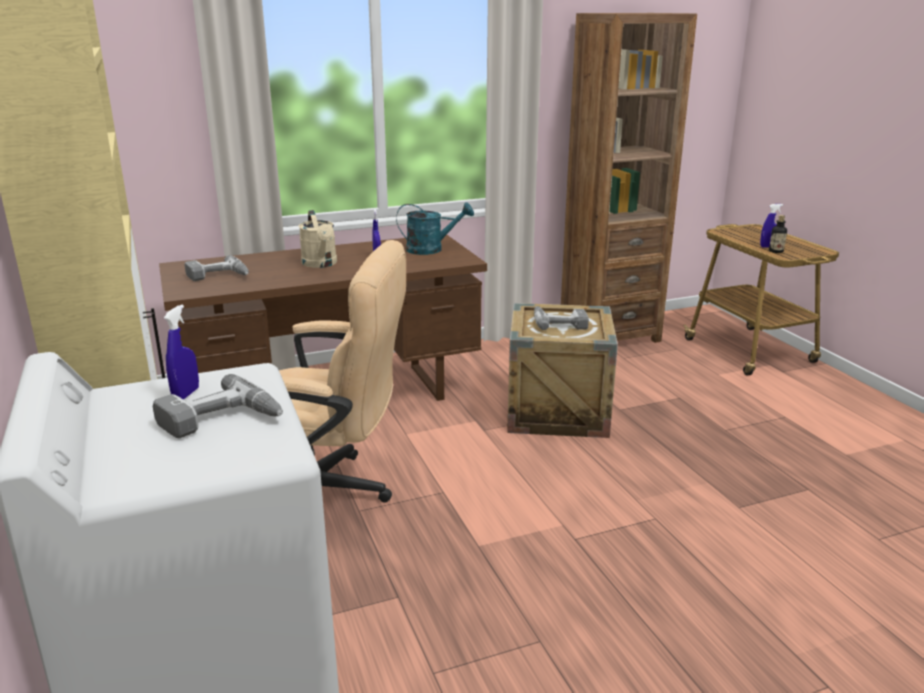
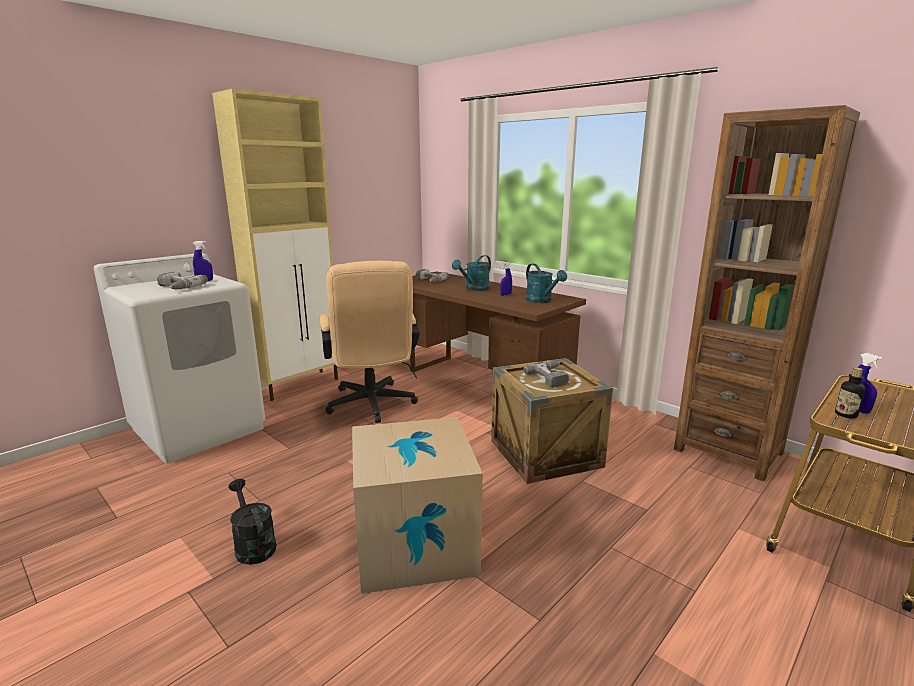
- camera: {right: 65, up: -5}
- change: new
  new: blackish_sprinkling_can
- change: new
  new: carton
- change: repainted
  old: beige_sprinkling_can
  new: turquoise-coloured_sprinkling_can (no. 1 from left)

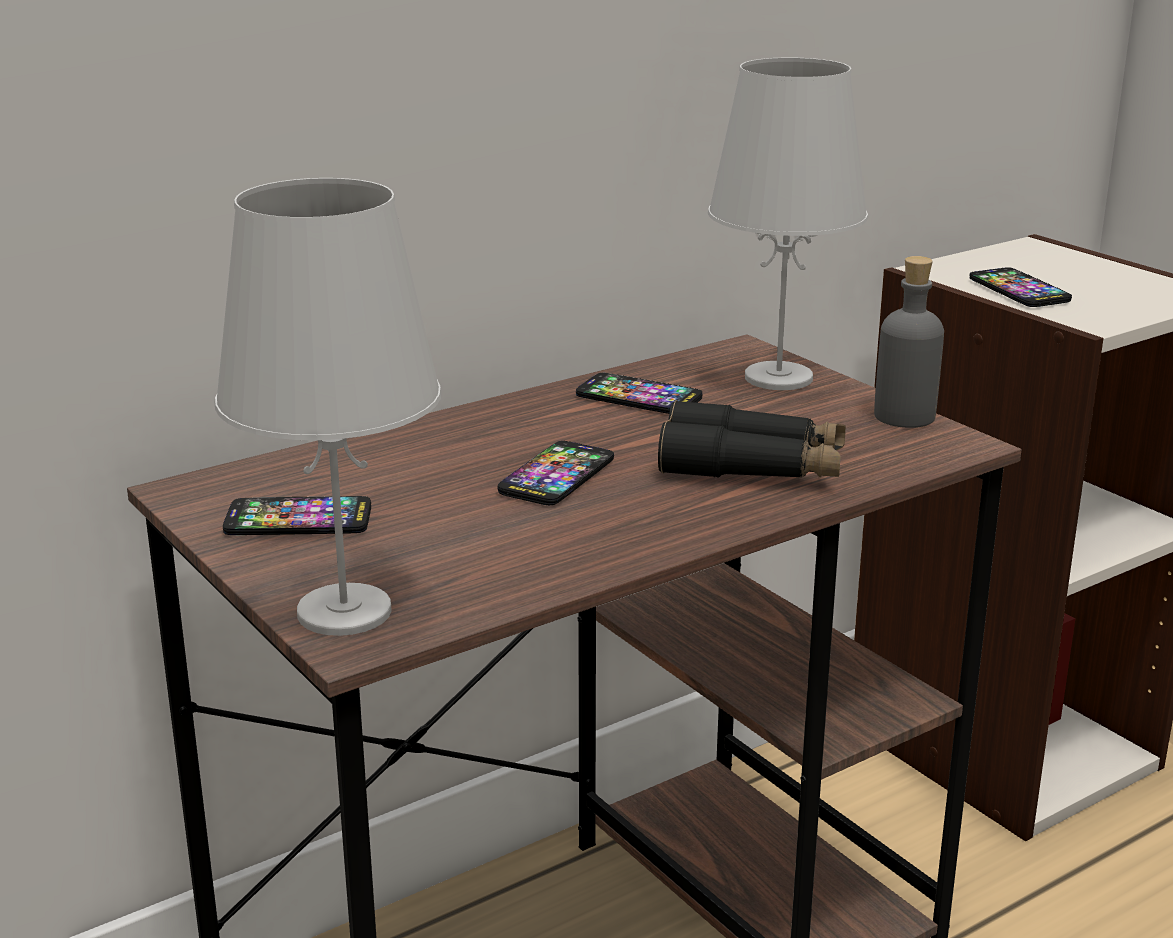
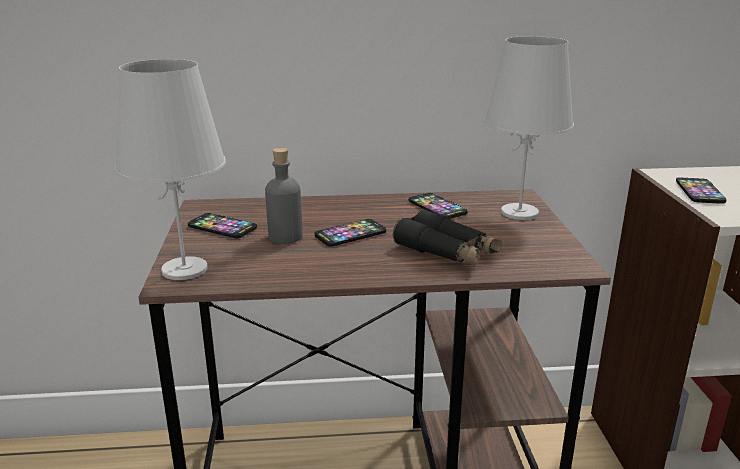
- camera: {right: 30, up: 0}
- change: shifted
  old: greyish_beverage_bottle

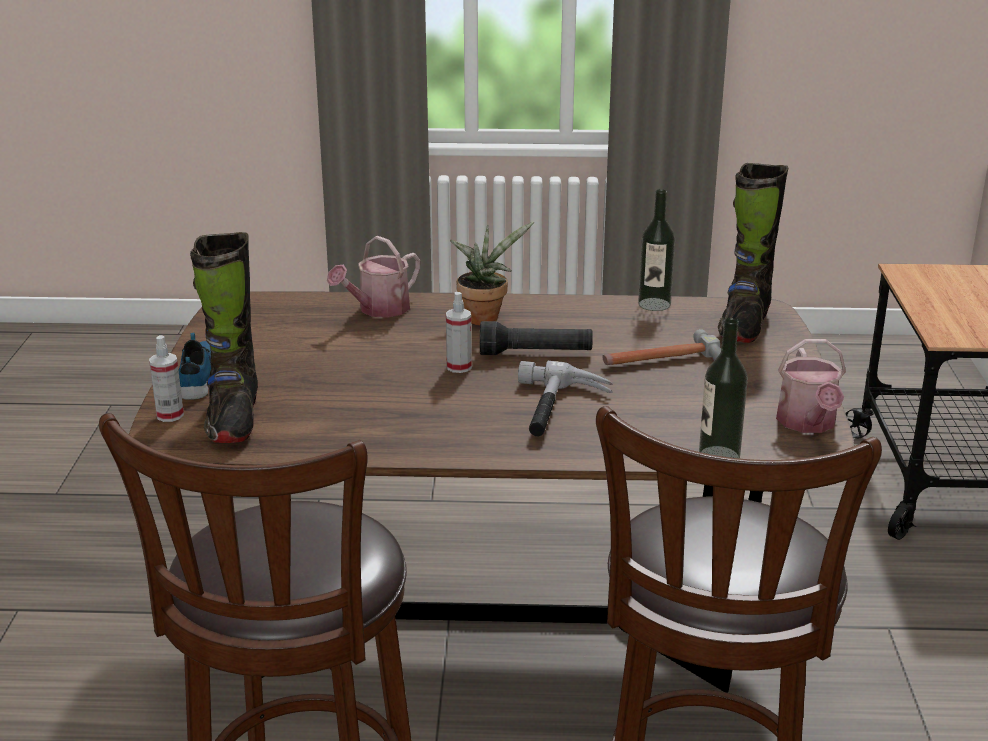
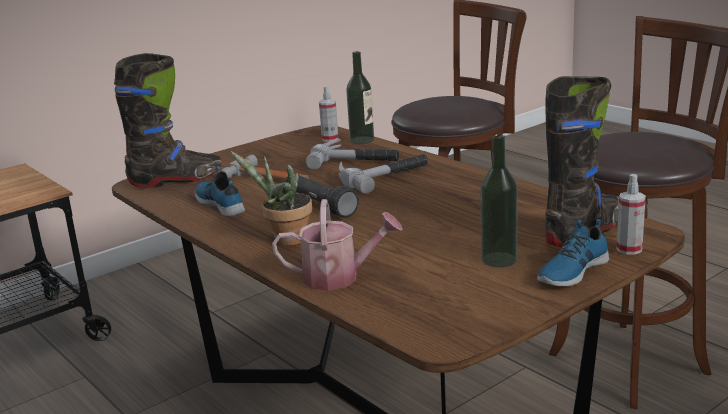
- camera: {right: -130, up: -5}
- change: gone
  old: sprinkling_can (no. 2 from left)
- change: new
  new: shoe (no. 1 from left)
- change: new
  new: hand_hammer (no. 2 from left)
- change: shifted
  old: sprayer (no. 2 from left in the first image)
  new: sprayer (no. 1 from left)
- change: shifted
  old: beverage_bottle (no. 1 from left in the first image)
  new: beverage_bottle (no. 2 from left)

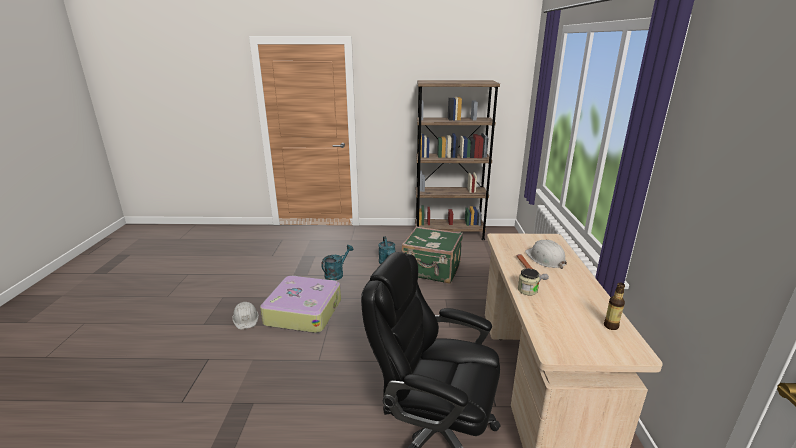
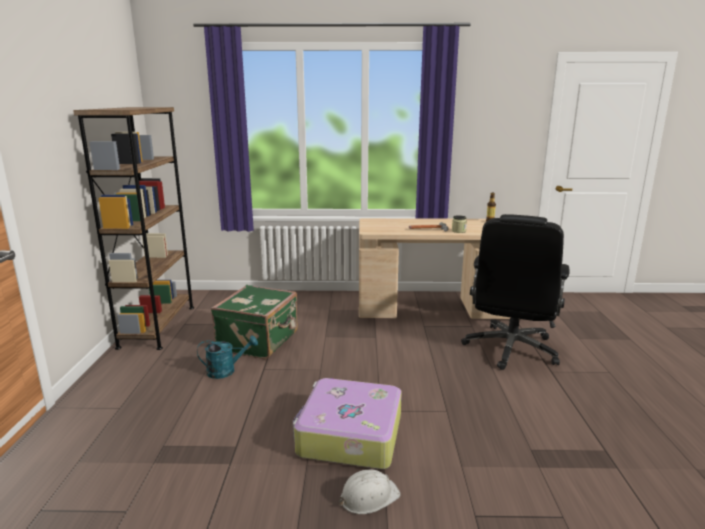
- camera: {right: -90, up: -5}
- change: gone
  old: turquoise-coloured_sprinkling_can (no. 1 from left)
- change: gone
  old: white_hard_hat (no. 2 from left)

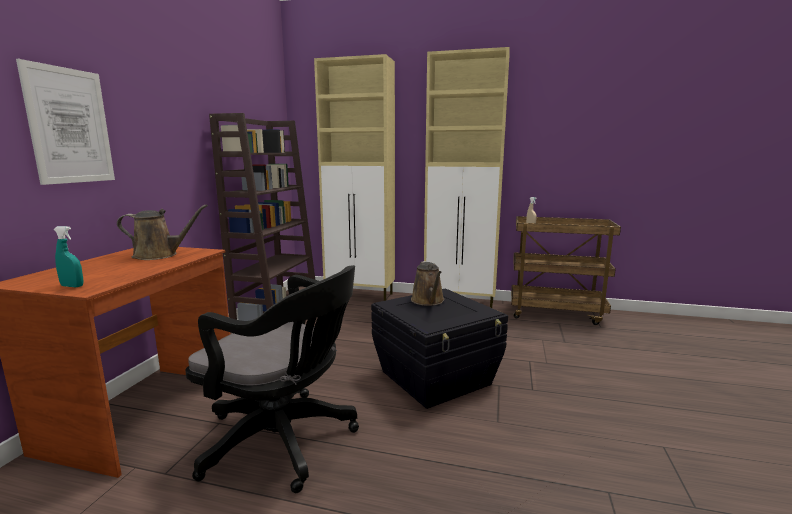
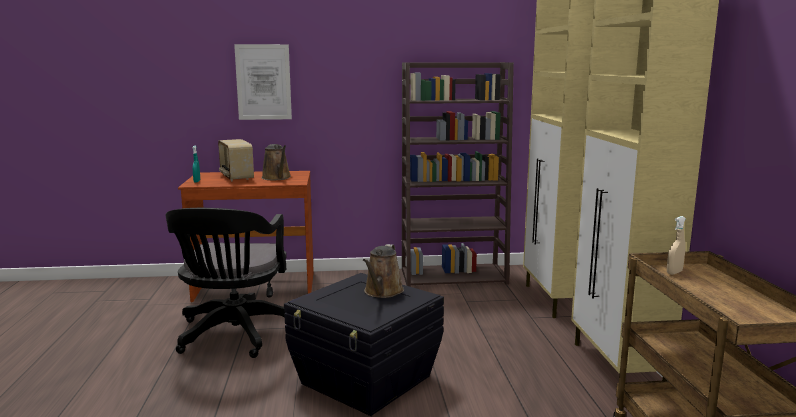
- camera: {right: 70, up: 0}
- change: new
  new: radio_receiver
- change: rotated
  old: brown-coloured_sprinkling_can (no. 2 from left)
  degrees: -45

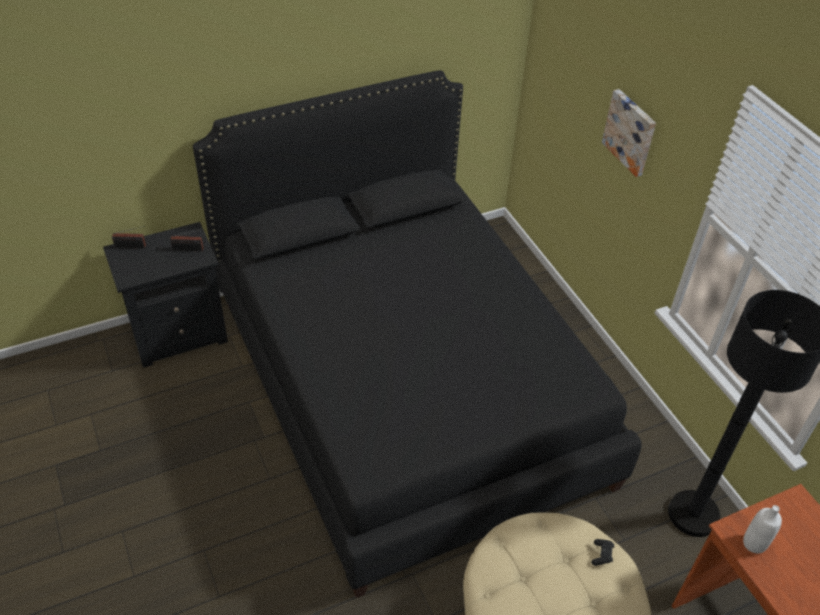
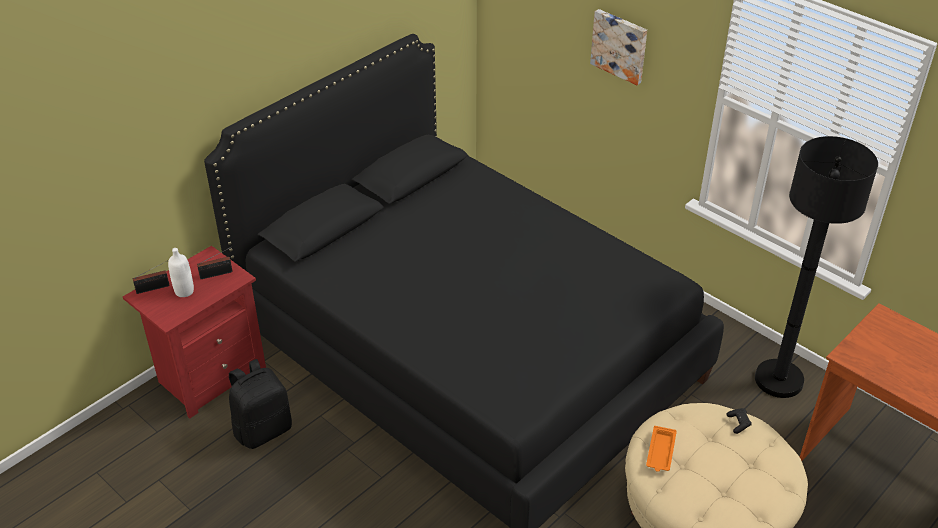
- camera: {right: -20, up: -5}
- change: new
  new: blackish_knapsack
- change: new
  new: orange-coloured_carrying_tray
- change: shifted
  old: white_beverage_bottle
- change: repainted
  old: blackish_night_table
  new: red-coloured_night_table

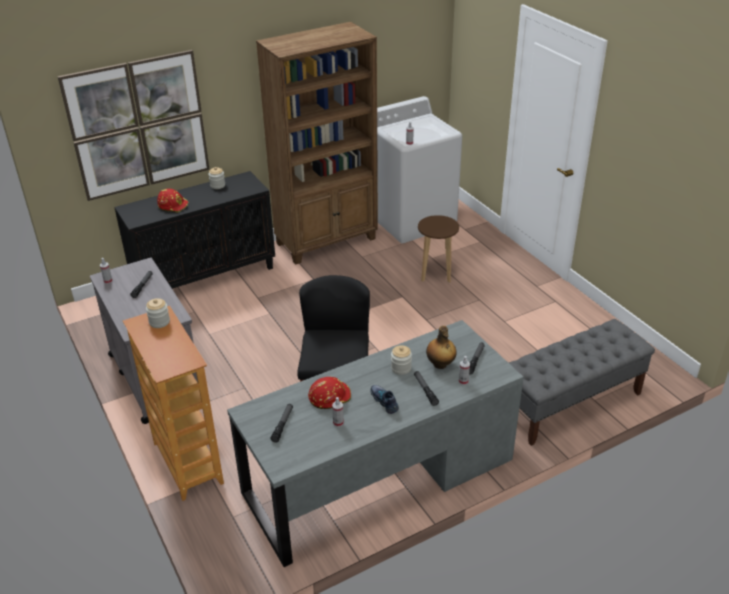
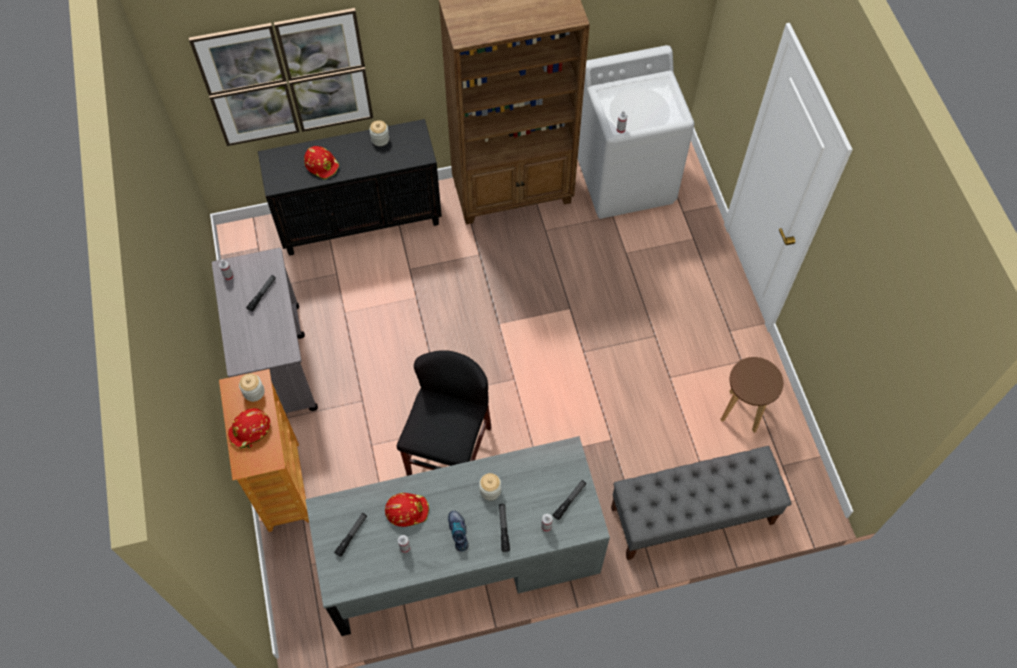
- camera: {right: 15, up: 25}
- change: gone
  old: beverage_bottle
- change: new
  new: red-coloured_hard_hat (no. 1 from left)
- change: shifted
  old: brown-coloured_sitting_stool

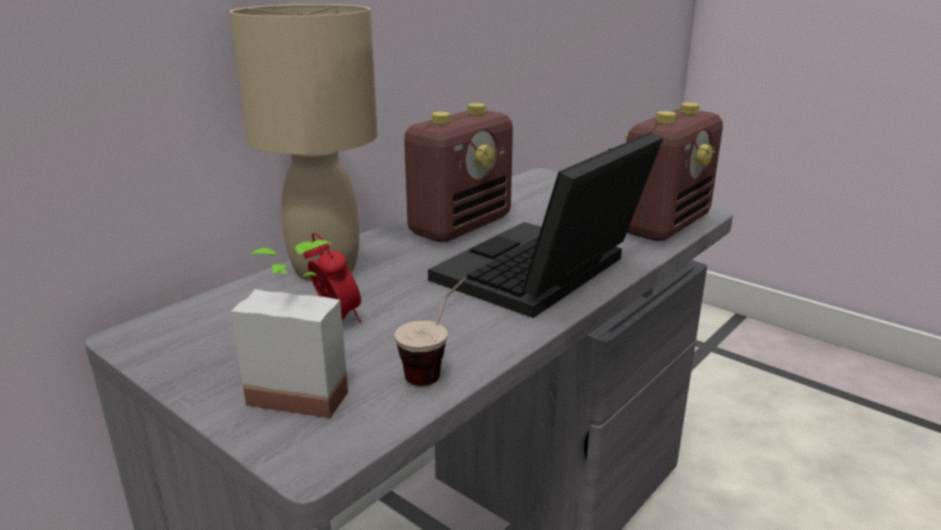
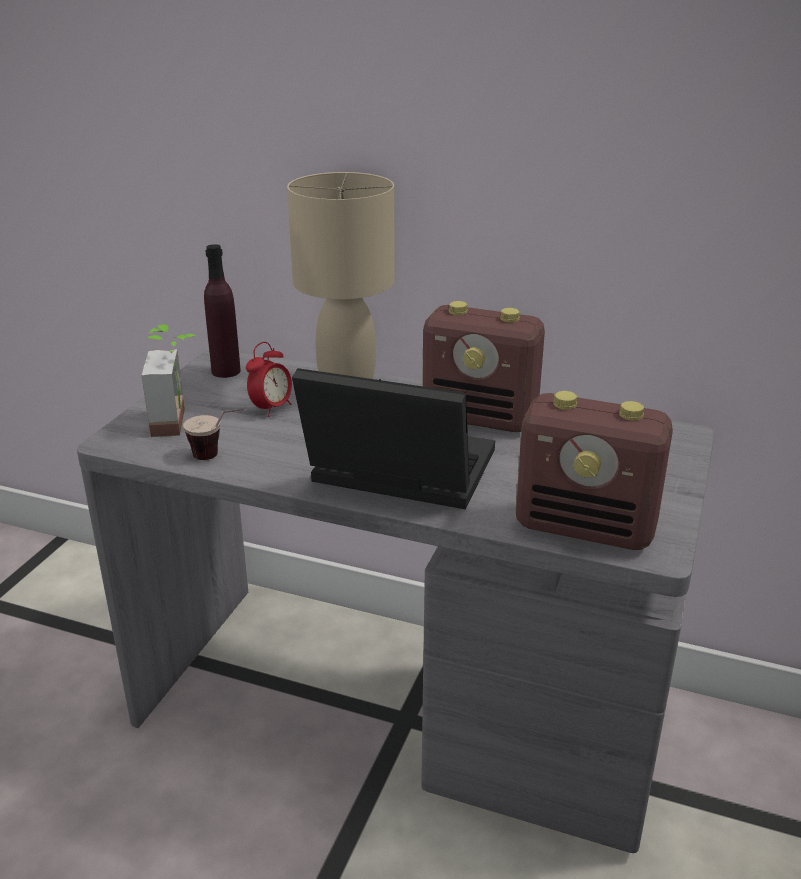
- camera: {right: 70, up: 5}
- change: new
  new: purple_beverage_bottle

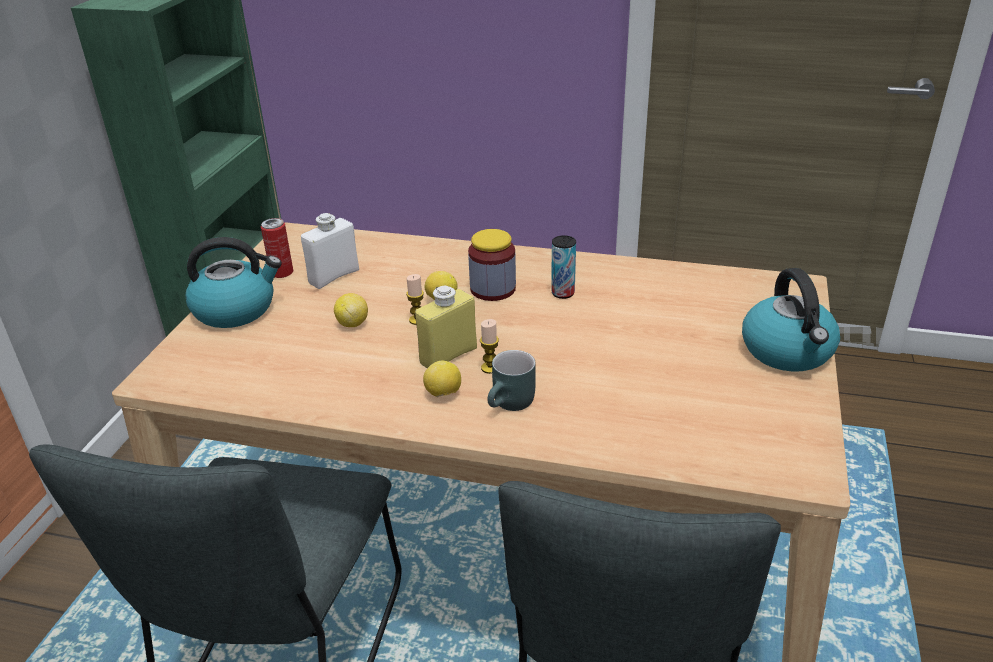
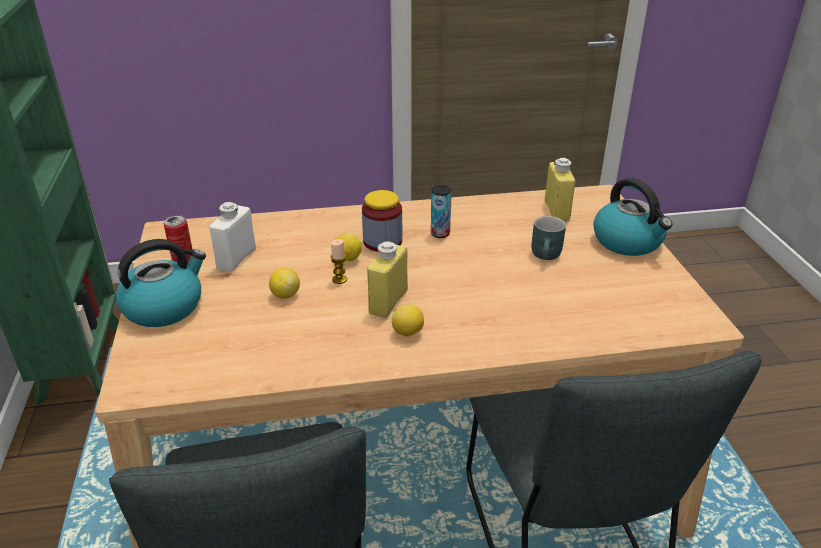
- camera: {right: -25, up: 0}
- change: gone
  old: wax_candle (no. 2 from left)
- change: new
  new: yellow_beverage_bottle (no. 2 from left)
- change: shifted
  old: turquoise-coloured_tea_mug

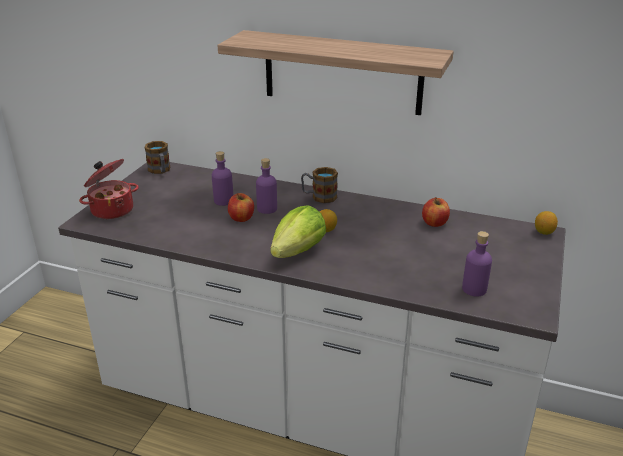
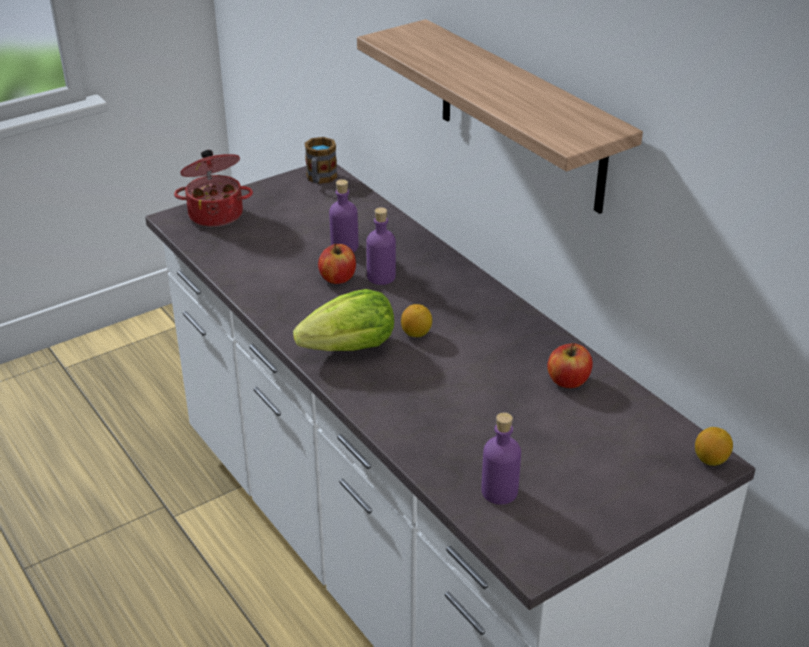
- camera: {right: 35, up: 5}
- change: gone
  old: tea_mug (no. 2 from left)

